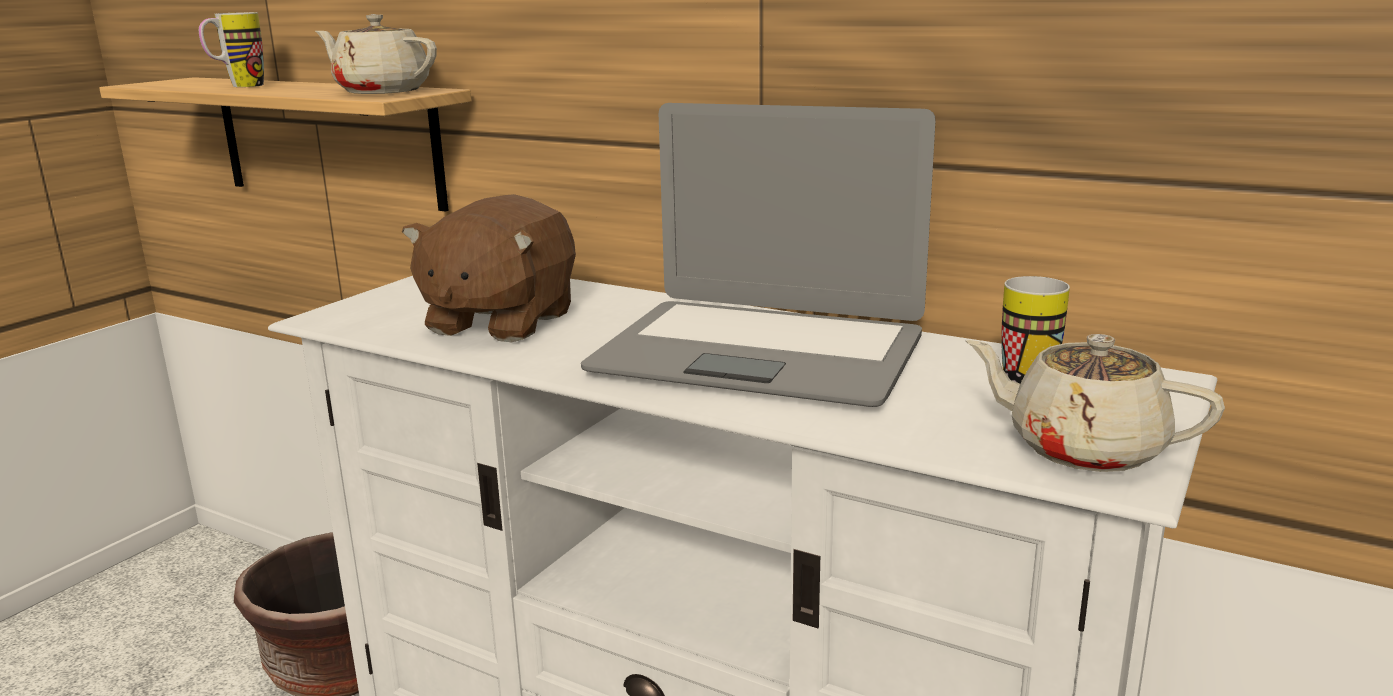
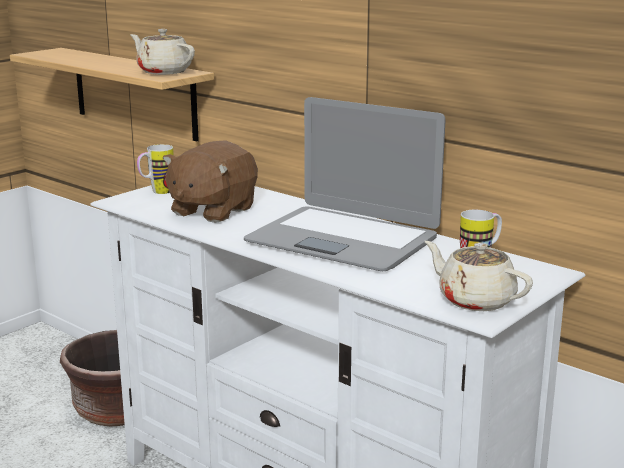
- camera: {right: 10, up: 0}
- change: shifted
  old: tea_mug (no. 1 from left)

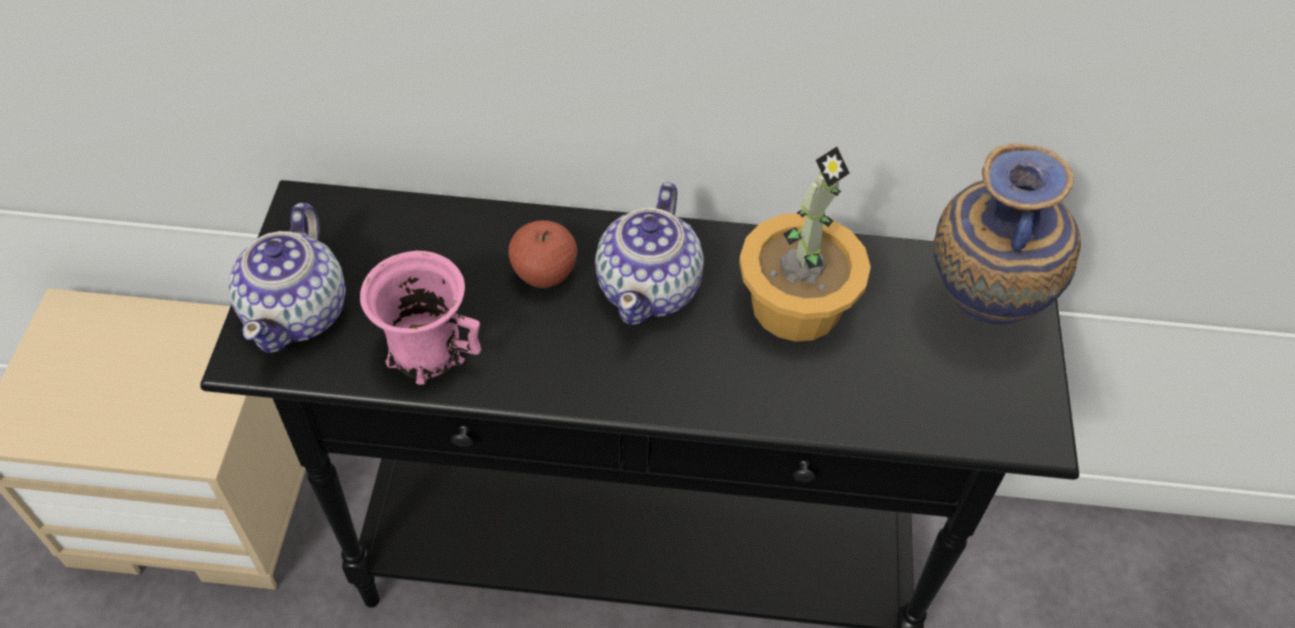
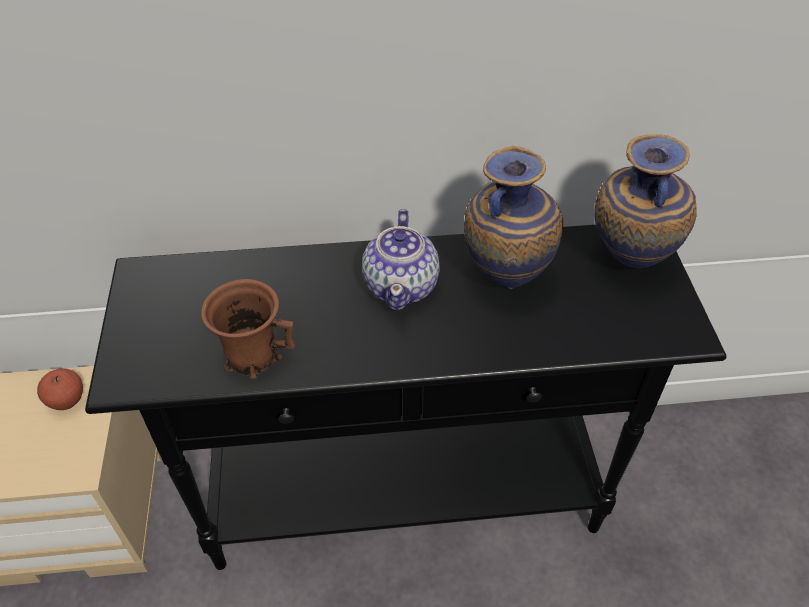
- camera: {right: -10, up: -5}
- change: gone
  old: teapot (no. 1 from left)
- change: shifted
  old: apple
- change: swapped
  old: plant_in_a_pot
  new: vase (no. 1 from left)
- change: repainted
  old: pinkish_tea_mug
  new: brown-coloured_tea_mug

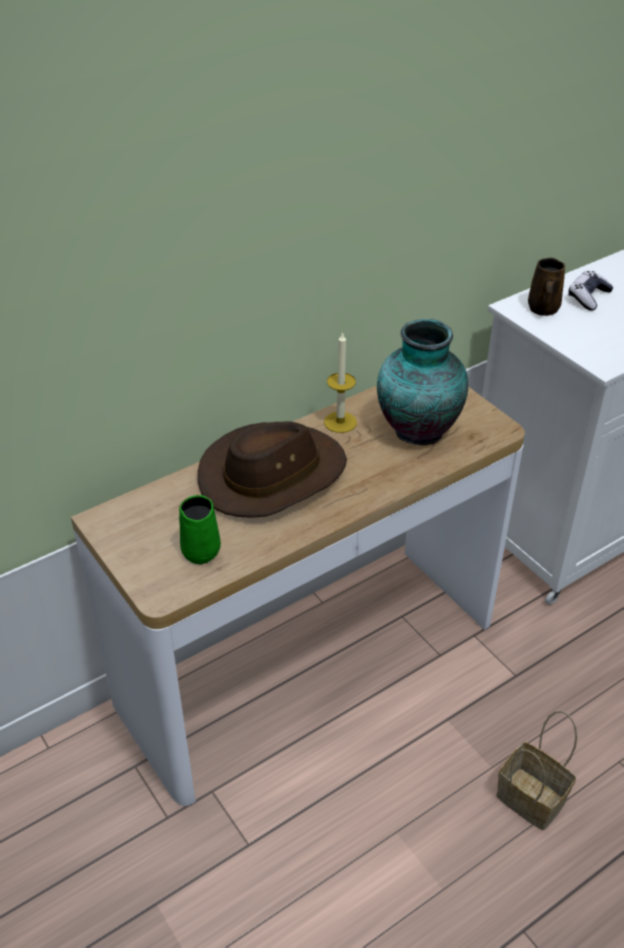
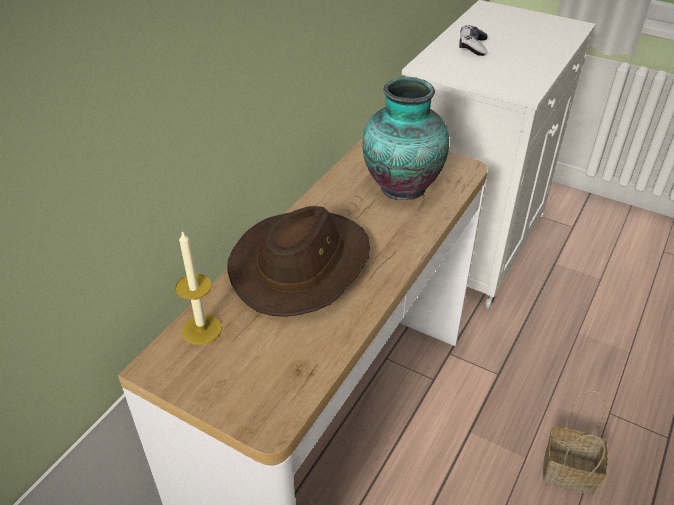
- camera: {right: -25, up: 0}
- change: gone
  old: green_tea_mug
- change: gone
  old: brown-coloured_tea_mug
- change: shifted
  old: wax_candle

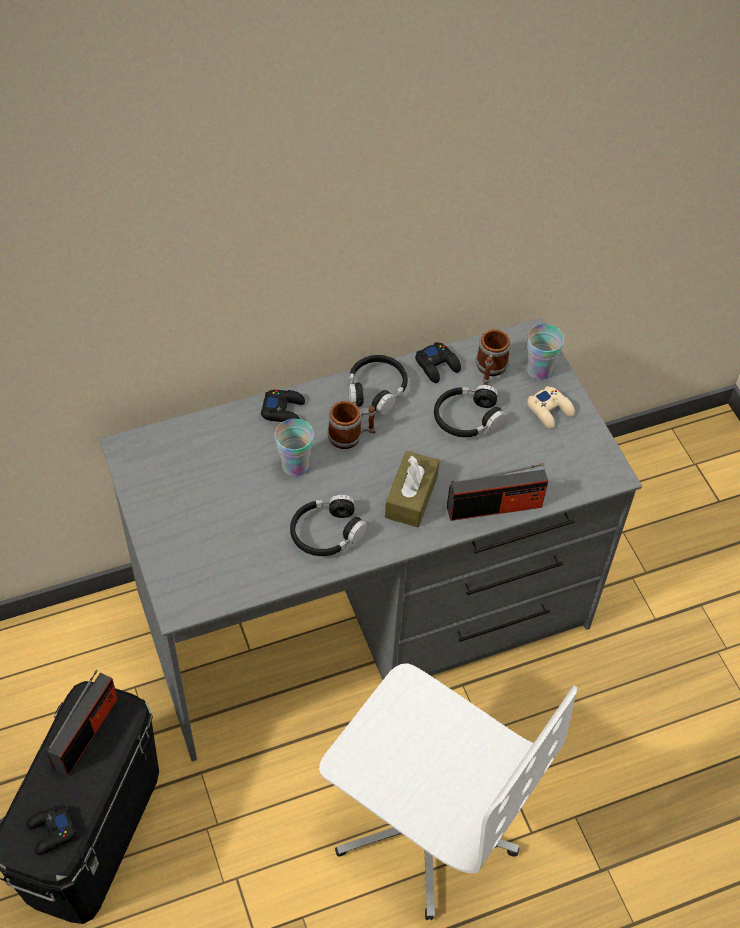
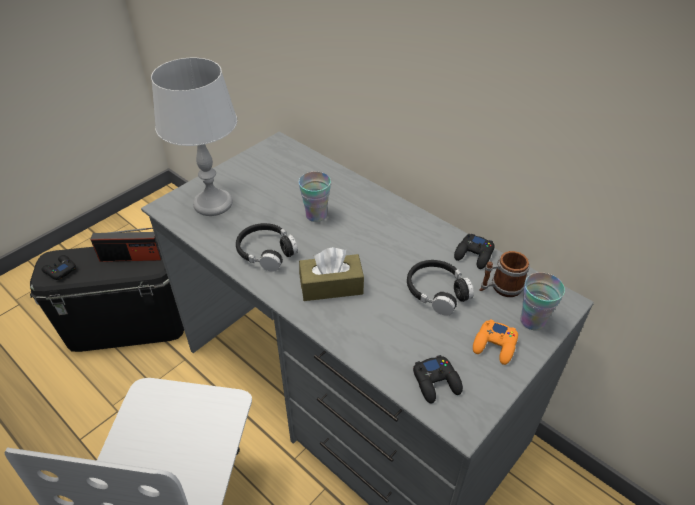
- camera: {right: 65, up: -10}
- change: gone
  old: tea_mug (no. 1 from left)
- change: gone
  old: blackish_headset (no. 2 from left)
- change: gone
  old: radio_receiver (no. 2 from left)
- change: new
  new: greyish_tabletop_lamp
- change: shifted
  old: blackish_joypad (no. 2 from left)
- change: repainted
  old: beige_joypad
  new: orange-coloured_joypad

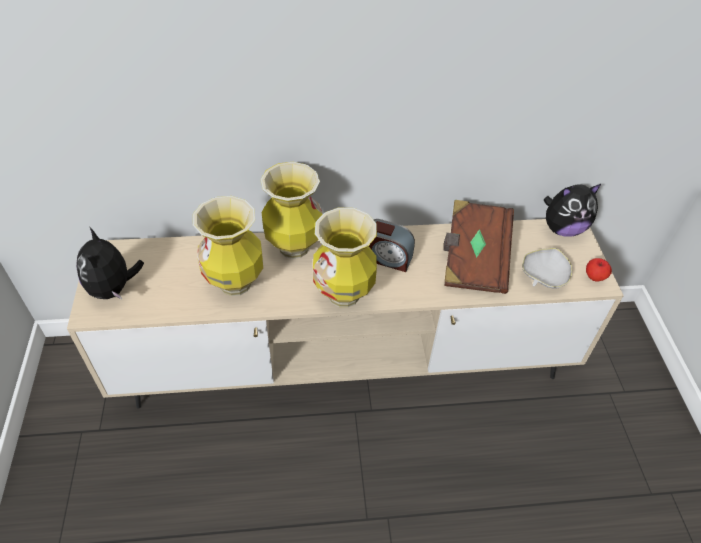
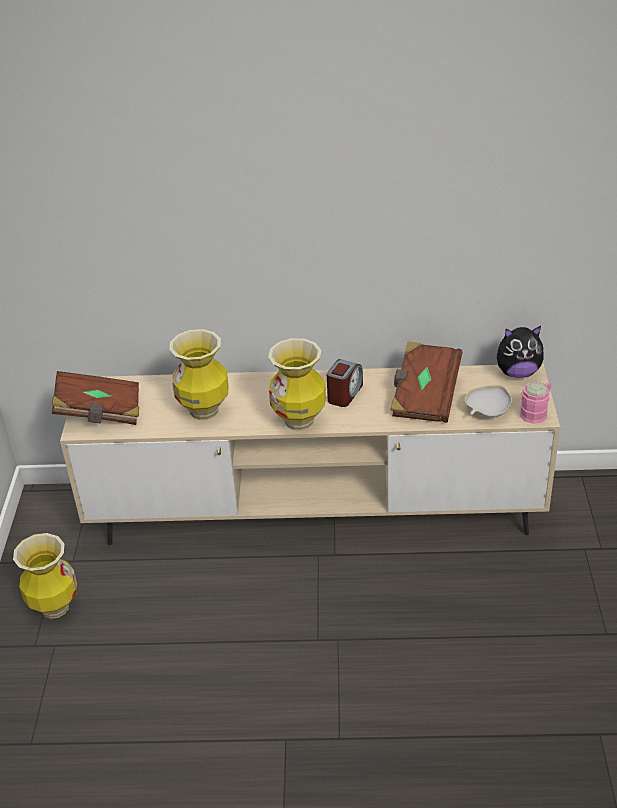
- camera: {right: 10, up: -10}
- change: shifted
  old: vase (no. 2 from left in the first image)
  new: vase (no. 1 from left)
- change: swapped
  old: soft_toy (no. 1 from left)
  new: brown-coloured_book (no. 1 from left)
- change: swapped
  old: apple
  new: pinkish_tea_mug
- change: rotated
  old: table_clock
  degrees: -90

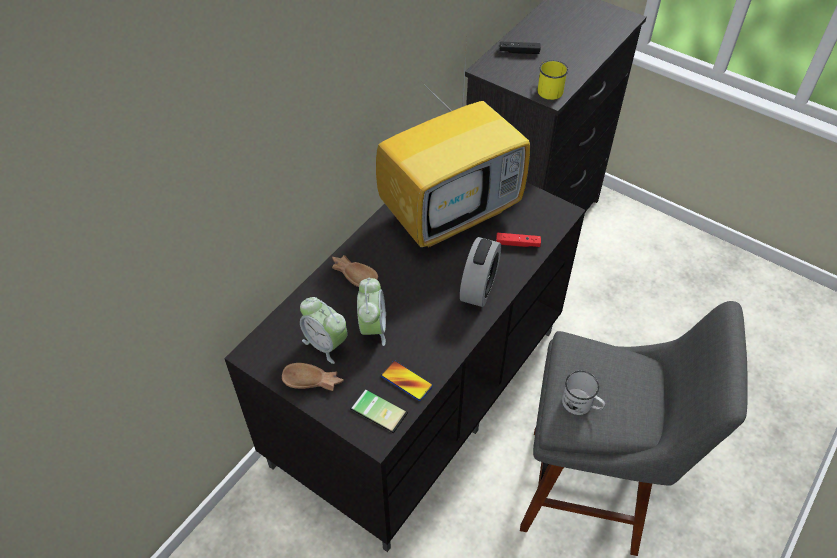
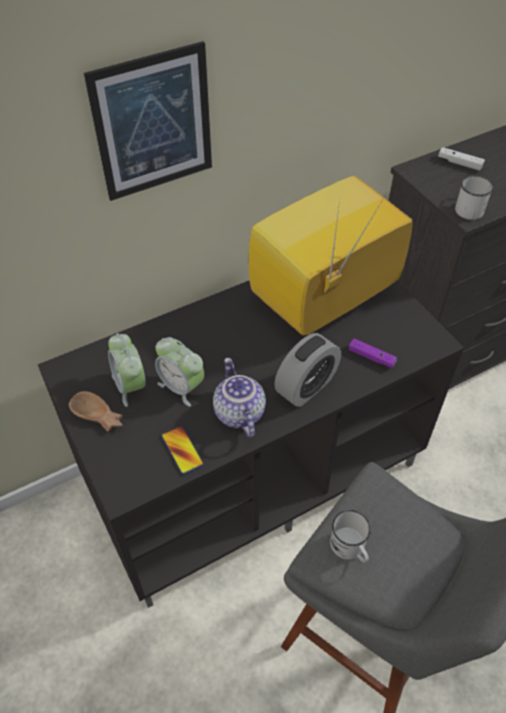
- camera: {right: 25, up: 0}
- change: gone
  old: brown-coloured_deep_dish (no. 2 from left)
- change: gone
  old: handset (no. 1 from left)
- change: new
  new: picture
- change: new
  new: teapot
- change: repainted
  old: red-coloured_joypad
  new: purple_joypad
- change: repainted
  old: blackish_joypad
  new: white_joypad
- change: repainted
  old: yellow_tea_mug
  new: white_tea_mug (no. 2 from left)
- change: rotated
  old: table_clock (no. 2 from left)
  degrees: 105
- change: rotated
  old: TV
  degrees: 150

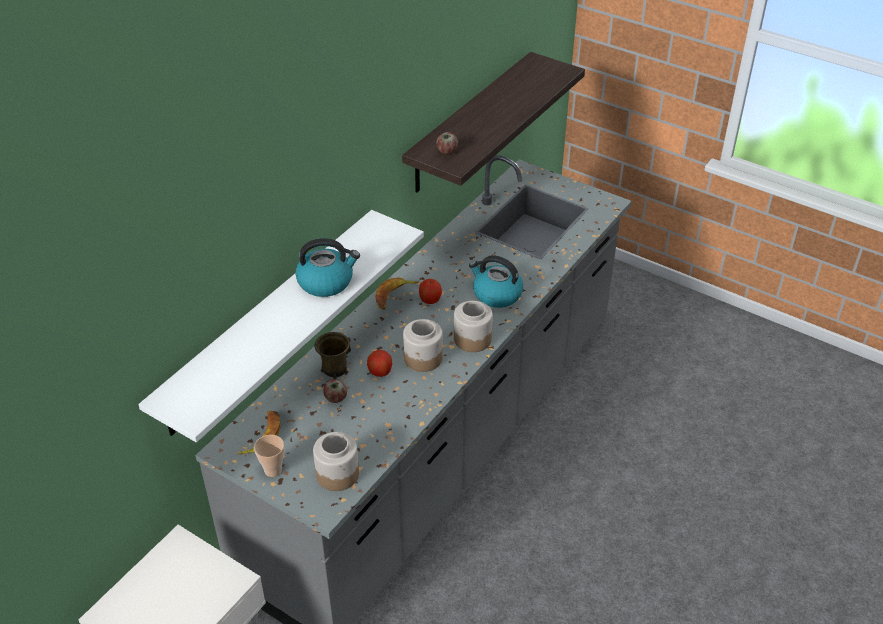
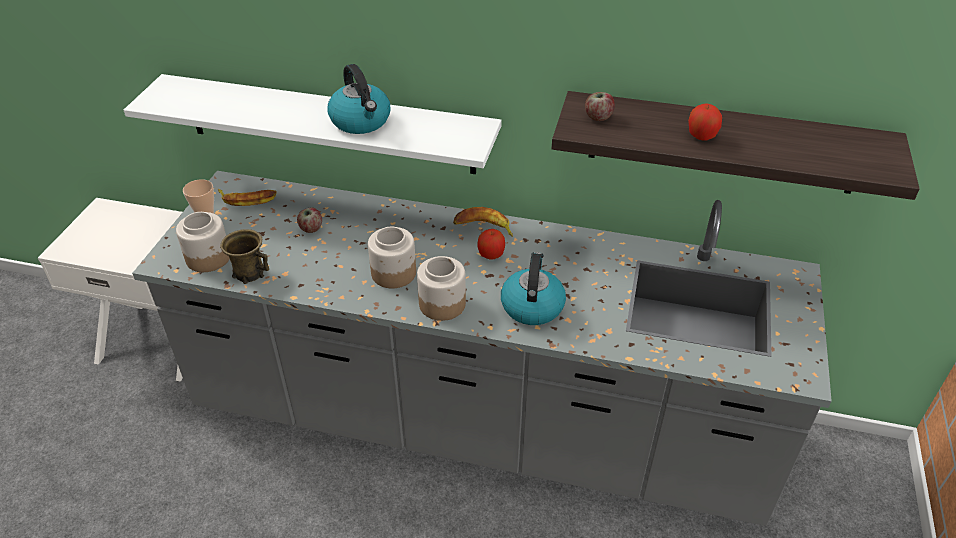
- camera: {right: 70, up: 0}
- change: shifted
  old: brown-coloured_tea_mug
- change: shifted
  old: apple (no. 2 from left in the first image)
  new: apple (no. 4 from left)

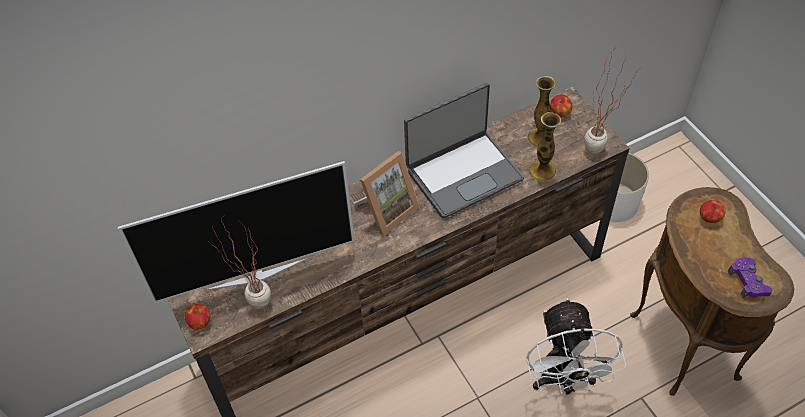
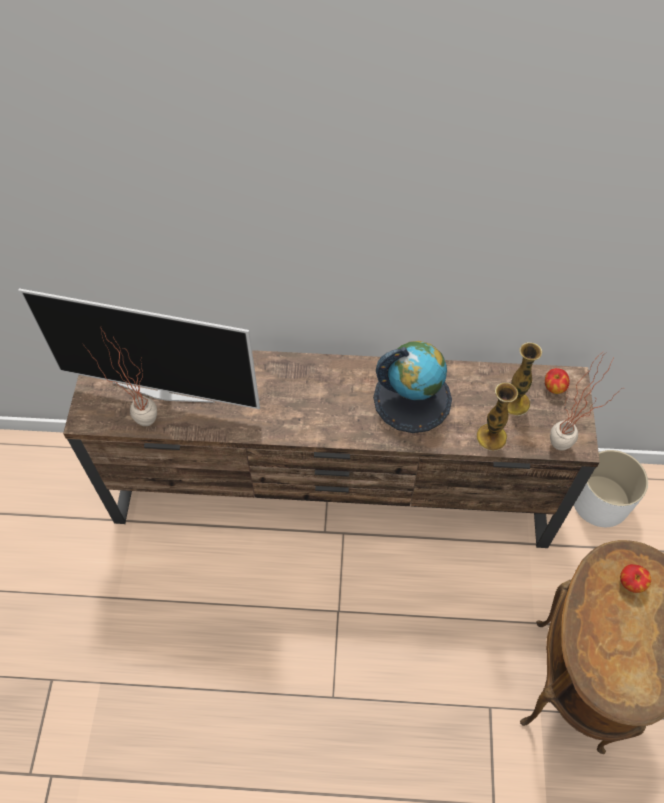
- camera: {right: 30, up: 5}
- change: gone
  old: apple (no. 1 from left)
- change: gone
  old: standing_frame
- change: gone
  old: white_electric_fan
- change: gone
  old: purple_joypad
- change: swapped
  old: laptop
  new: globe

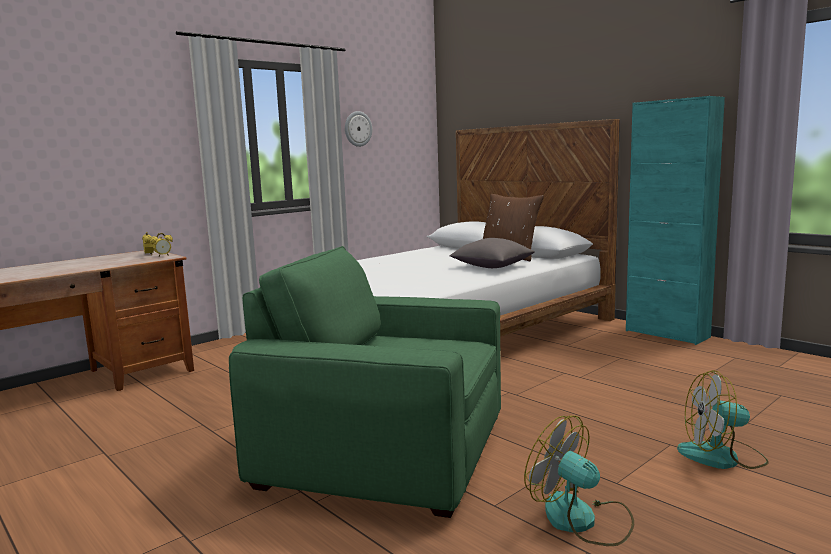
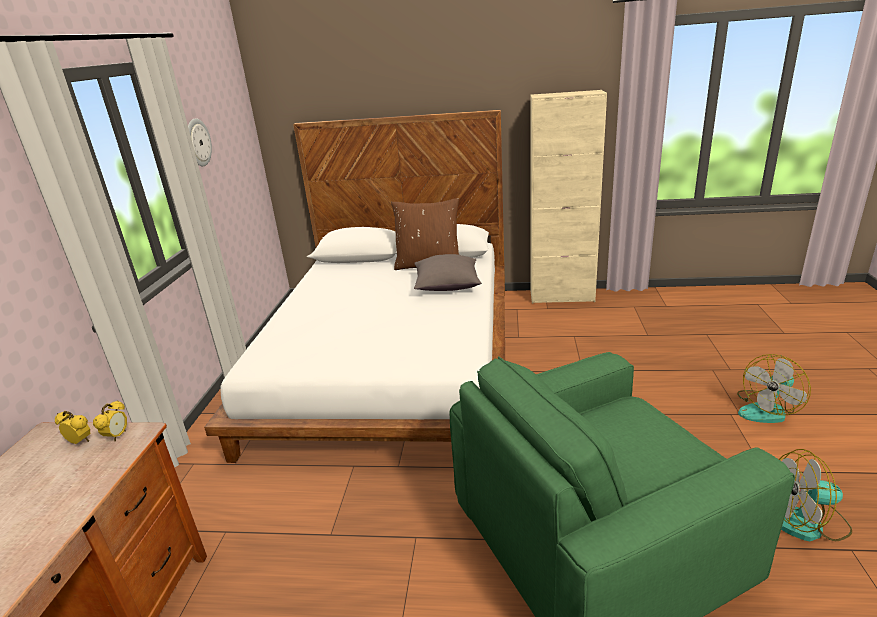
- camera: {right: -40, up: 15}
- change: repainted
  old: turquoise-coloured_cabinet
  new: beige_cabinet

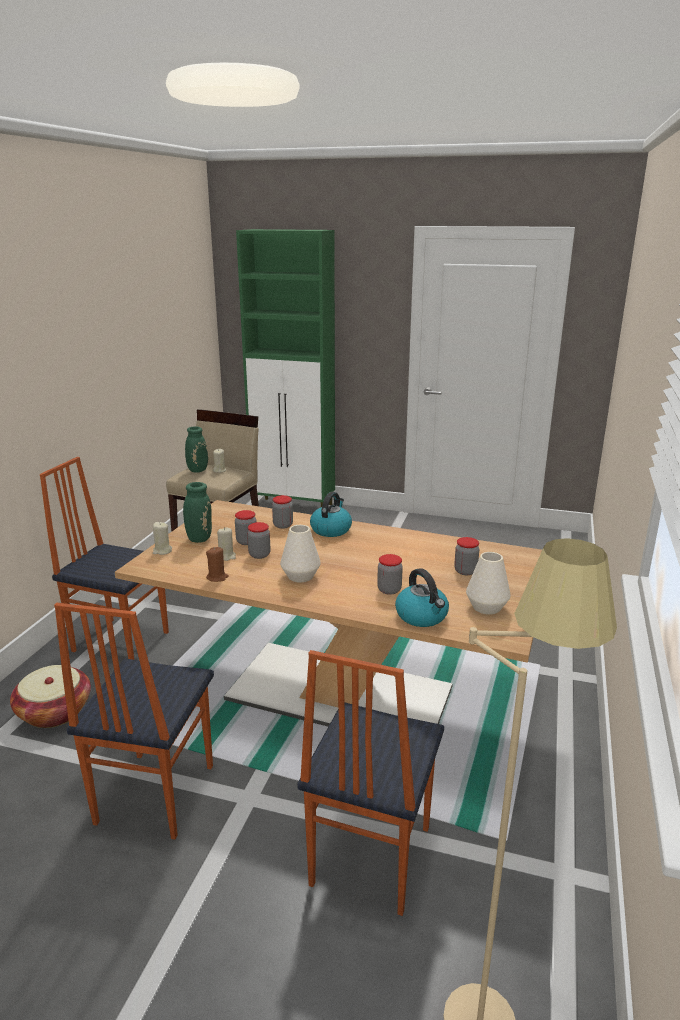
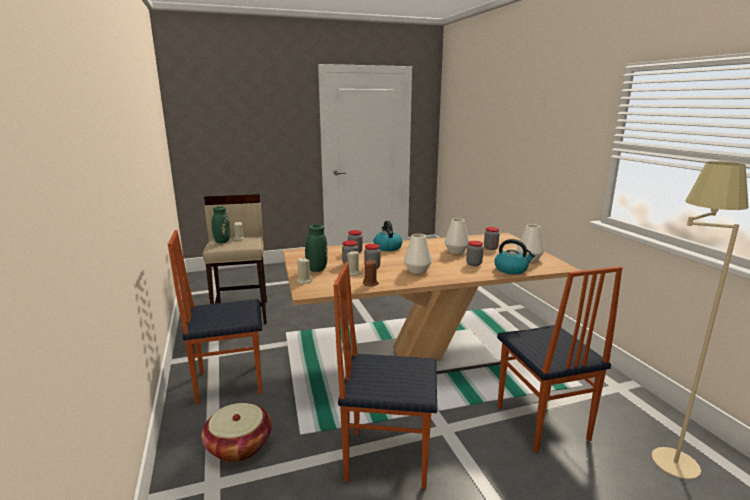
- camera: {right: -35, up: -5}
- change: gone
  old: green_cabinet
- change: new
  new: white_vase (no. 2 from left)
- change: rotated
  old: plain_chair (no. 2 from left)
  degrees: 120

